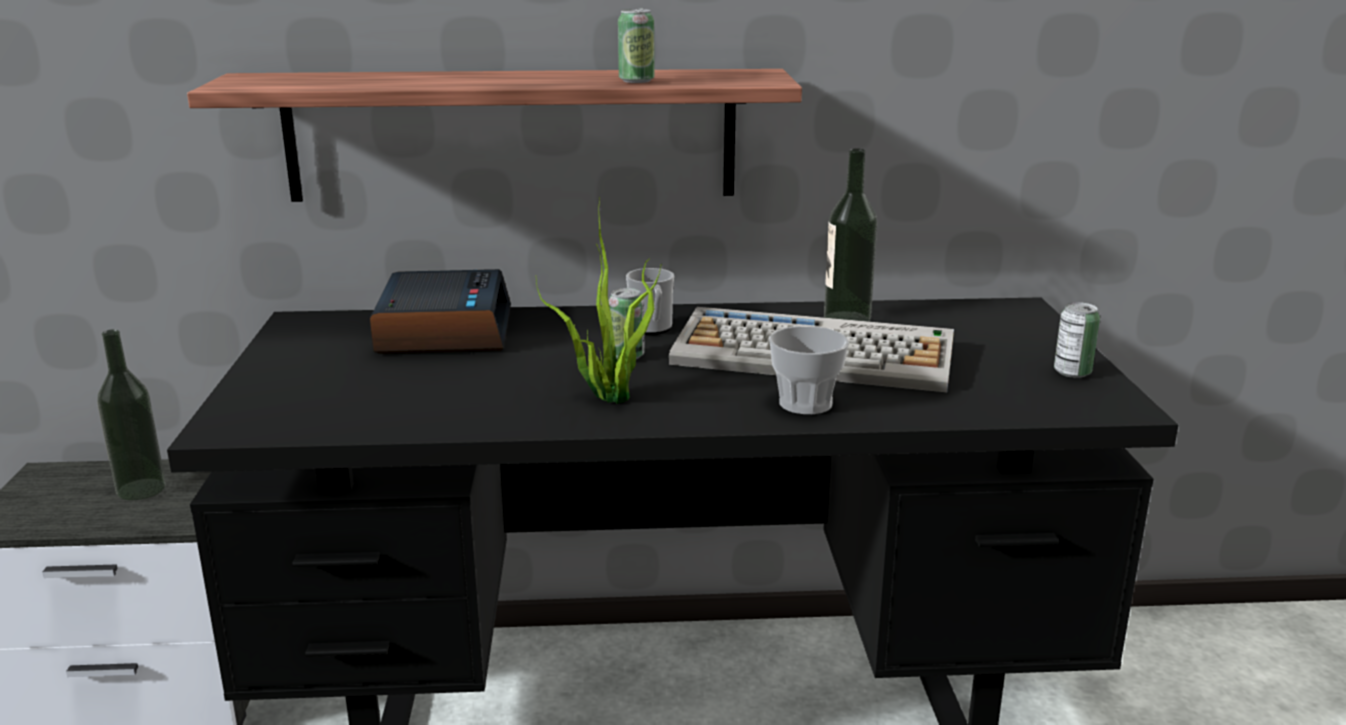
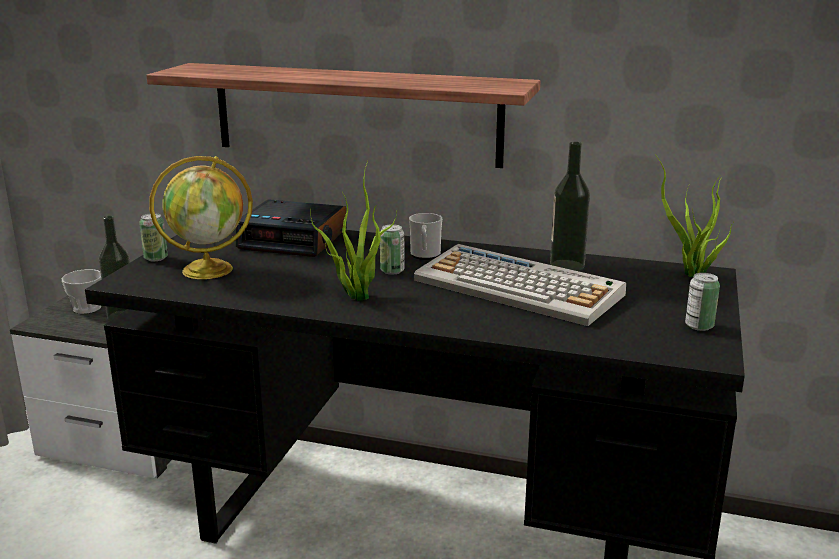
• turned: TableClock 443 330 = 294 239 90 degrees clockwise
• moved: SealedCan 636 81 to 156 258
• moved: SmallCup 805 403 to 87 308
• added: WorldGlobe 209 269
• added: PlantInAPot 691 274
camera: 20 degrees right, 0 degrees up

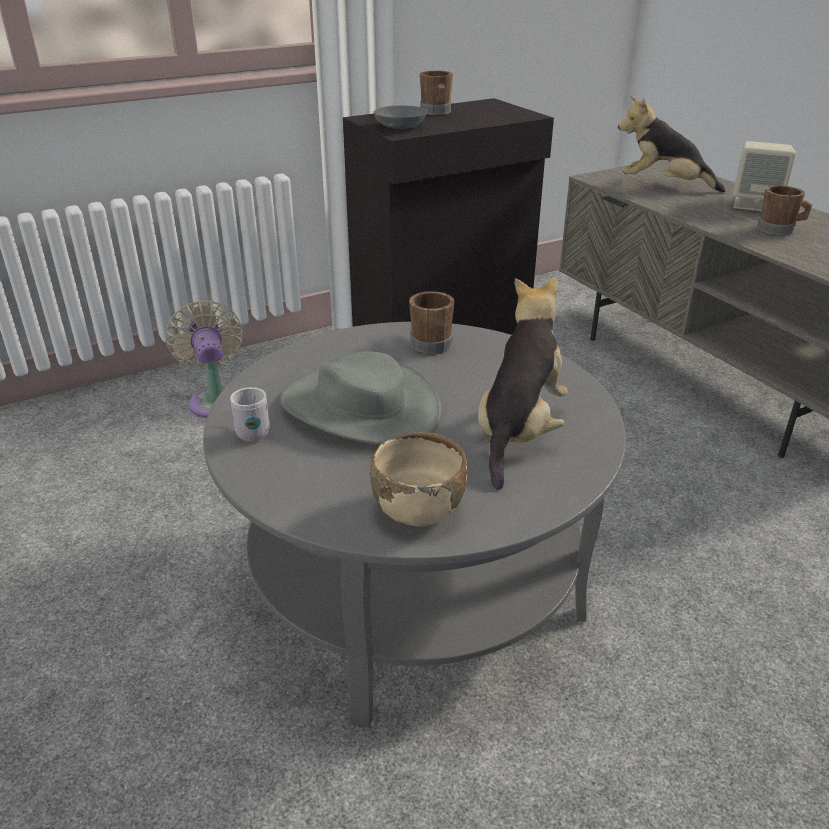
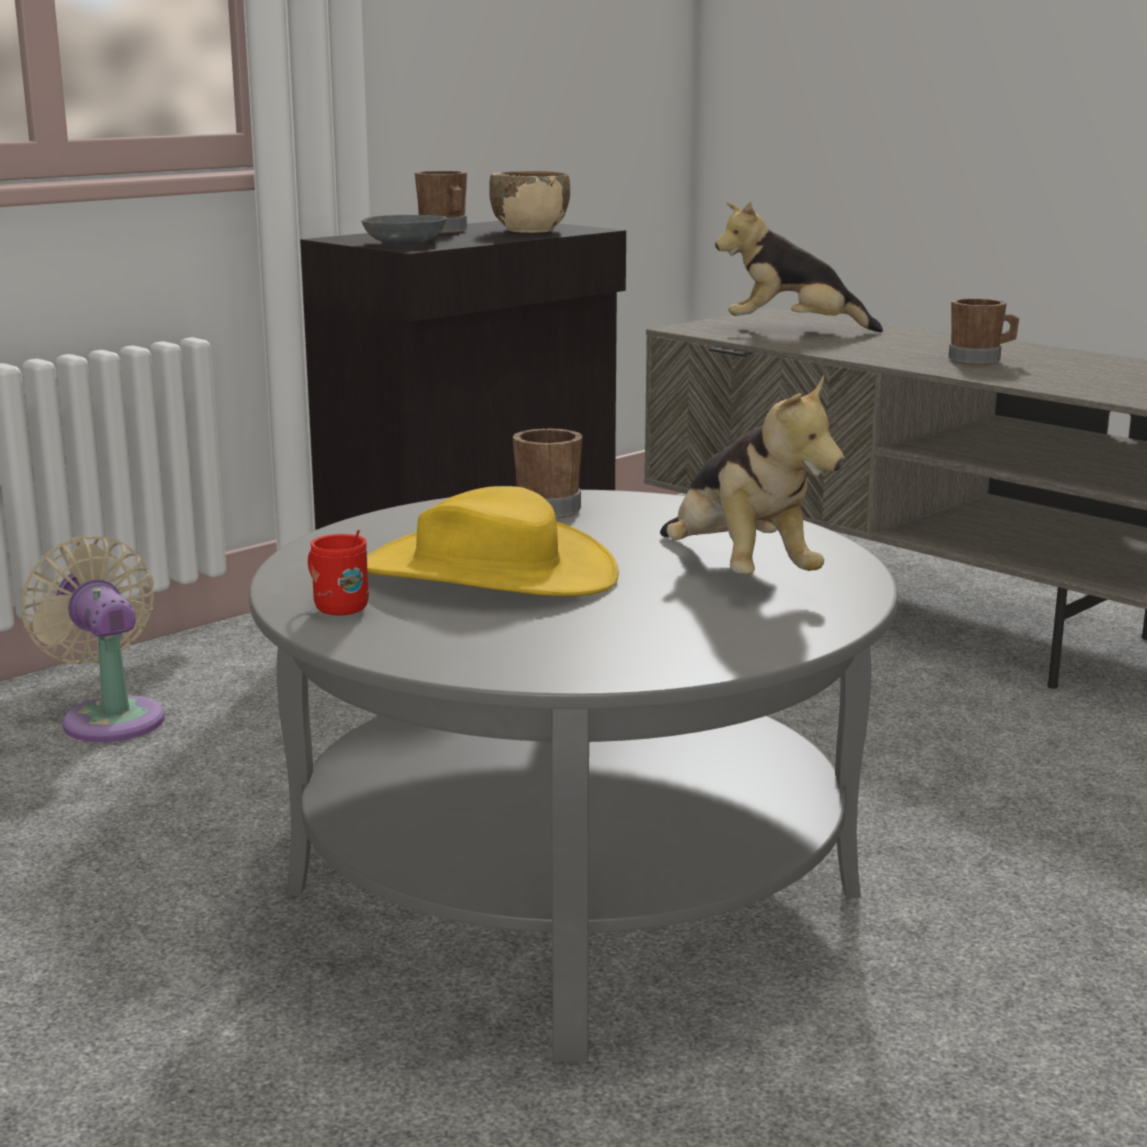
• recoloured: WhiteColouredMug 251 431 to RedColouredMug 336 608
• recoloured: GreyClothingHat 360 407 to YellowClothingHat 488 572
• moved: BeigeColouredBowl 418 509 to 529 230
• turned: SoftToy 519 431 = 738 573 150 degrees clockwise
• removed: BeigeColouredSpeaker 755 205
camera: 15 degrees left, 15 degrees down

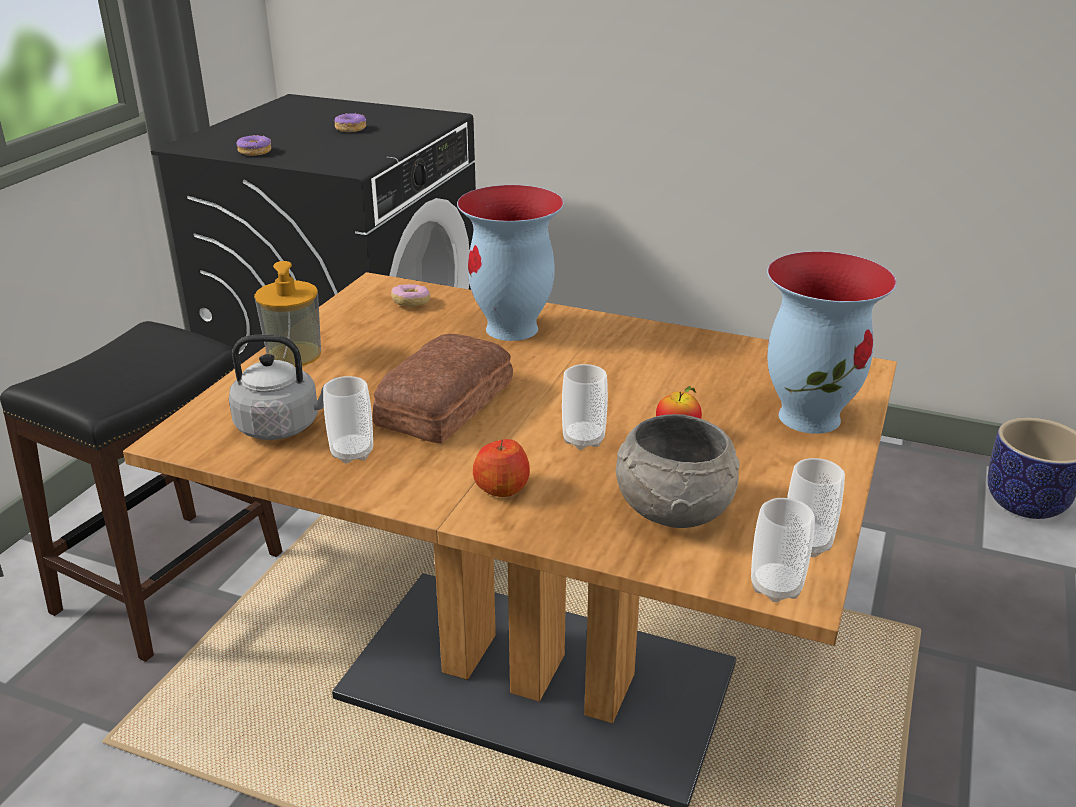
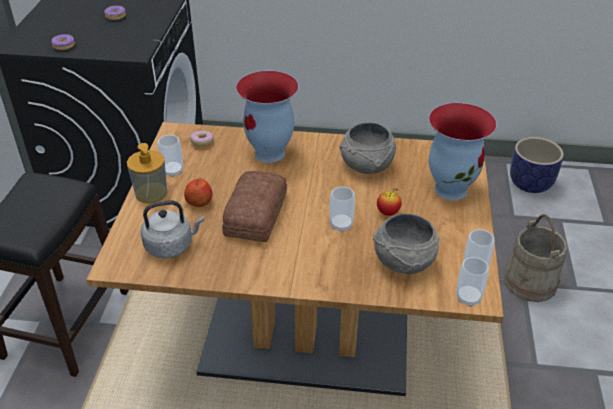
• moved: SmallCup 352 453 to 173 171
• moved: Apple 502 488 to 199 202
• added: GreyBowl 367 166
• added: BeigeColouredBucket 530 282
camera: 15 degrees left, 10 degrees up

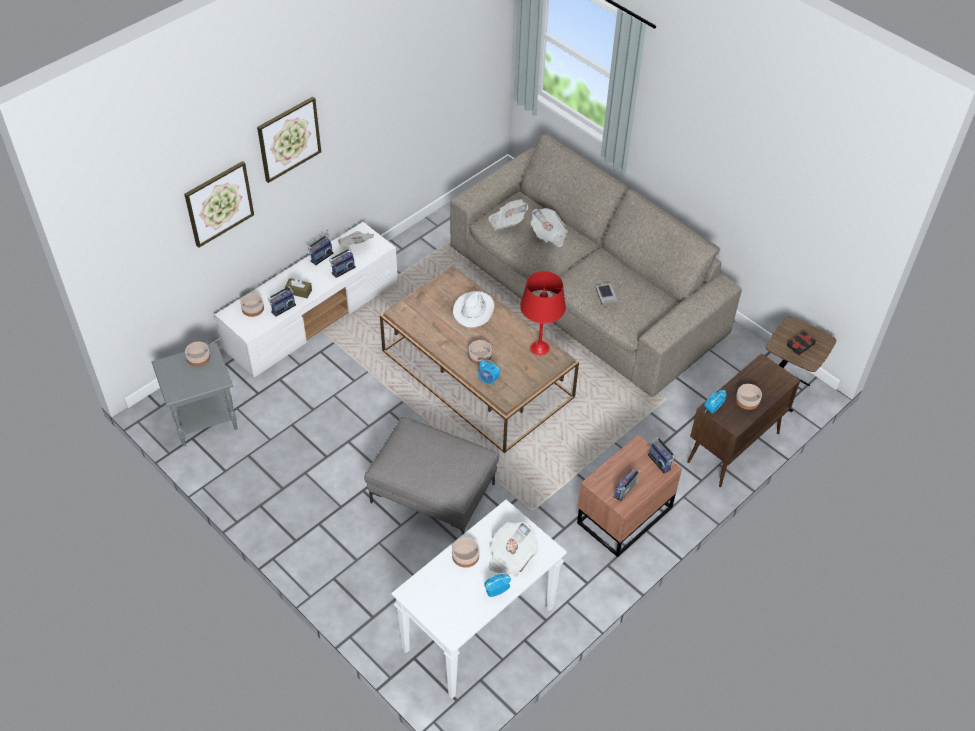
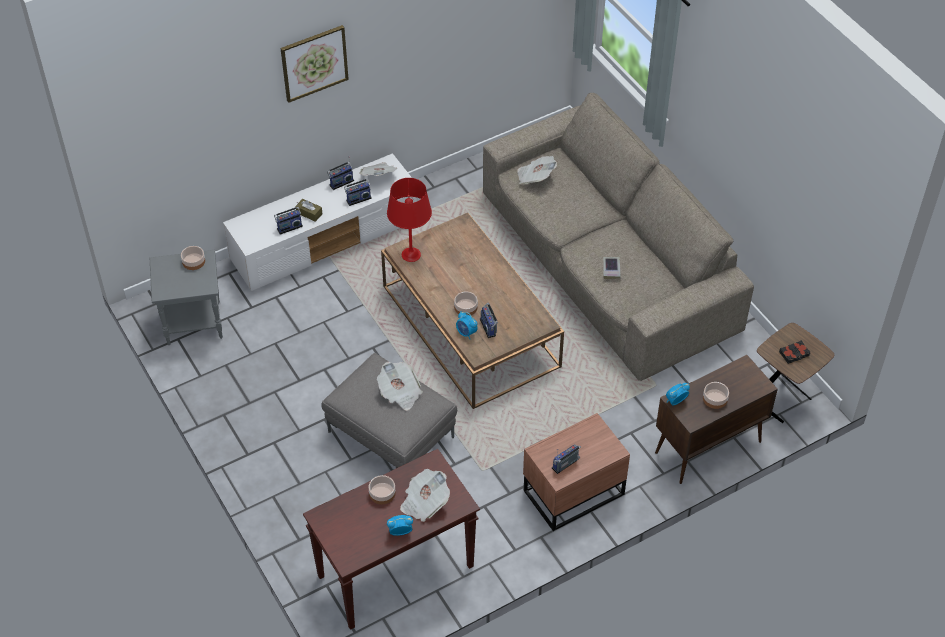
• removed: WallPicture 219 203
• removed: Bowl 252 308
• recoloured: WhiteColouredConsoleTable 478 631 to BrownishConsoleTable 395 573
• removed: WhiteColouredClothingHat 473 310
• moved: RedColouredTableLamp 539 347 to 411 254
• moved: Newspaper 549 235 to 400 393
• moved: Radio 660 461 to 489 327
camera: 15 degrees right, 0 degrees up

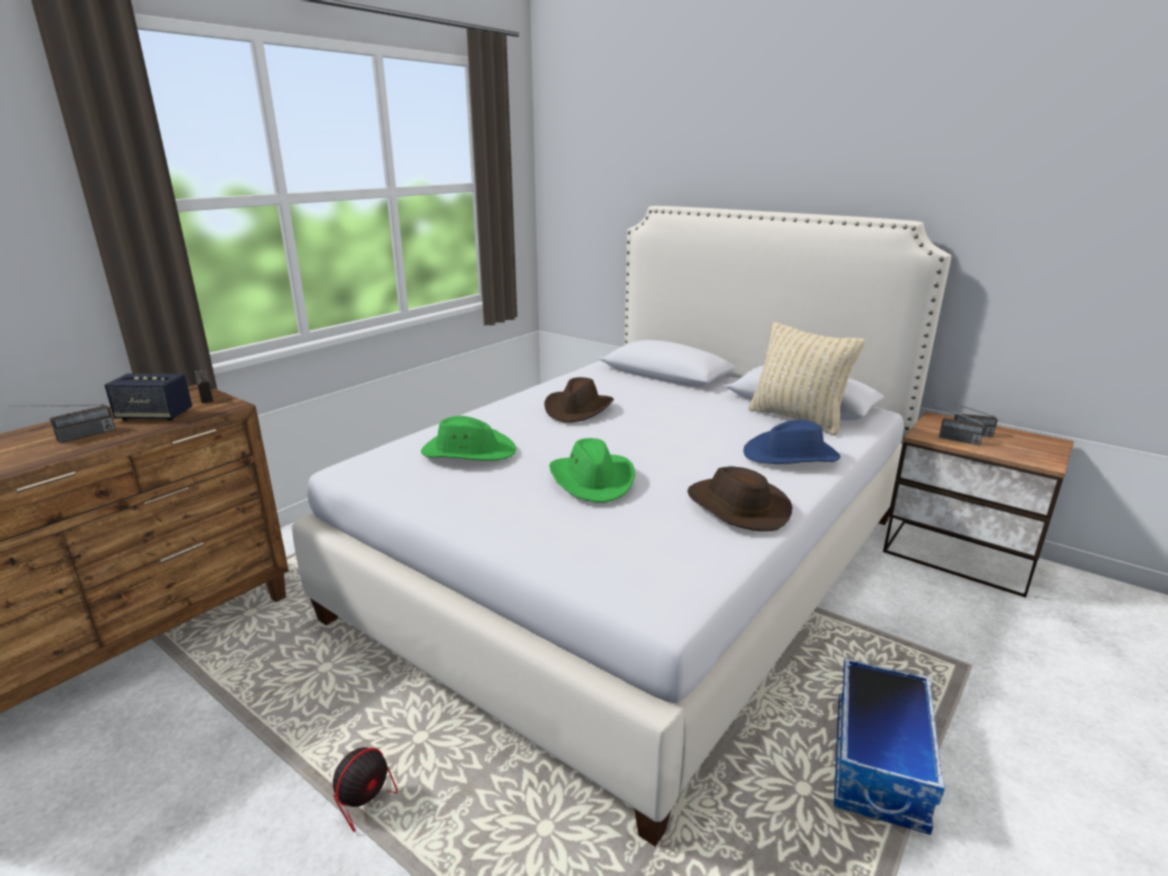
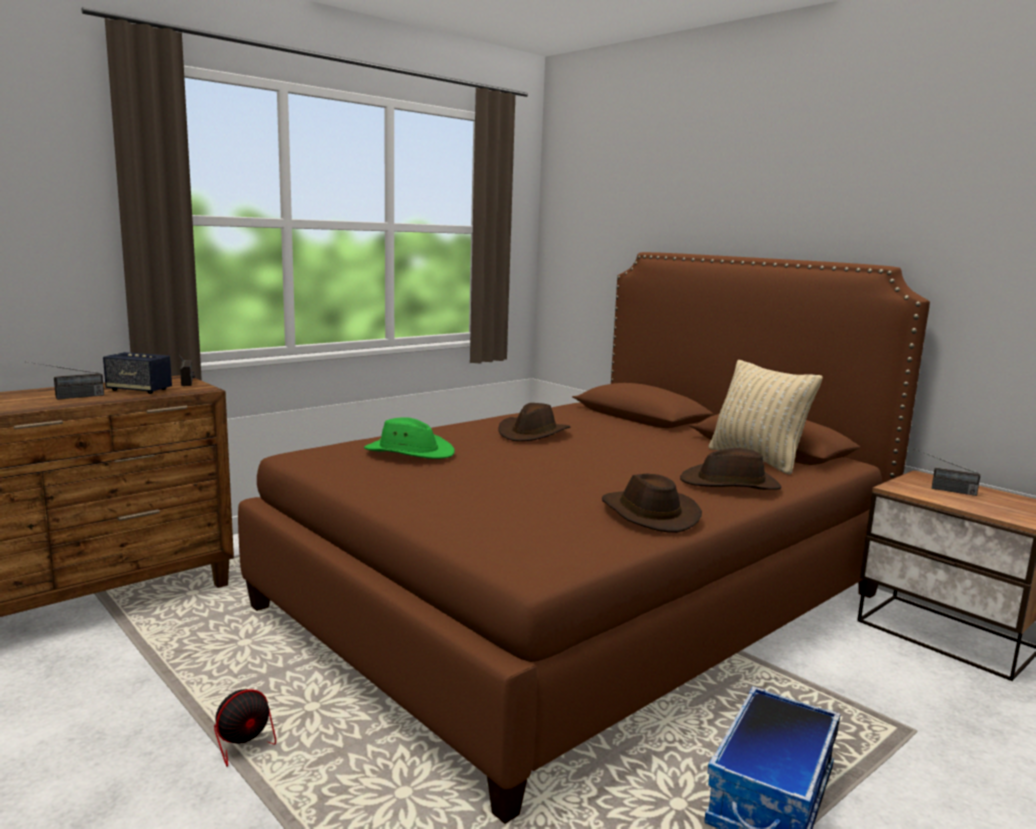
• recoloured: WhiteColouredBed 637 563 to BrownishBed 579 599
• removed: GreenishClothingHat 593 480
• recoloured: BlueClothingHat 791 455 to BrownishClothingHat 730 484
• removed: Radio 948 438
camera: 10 degrees right, 10 degrees down

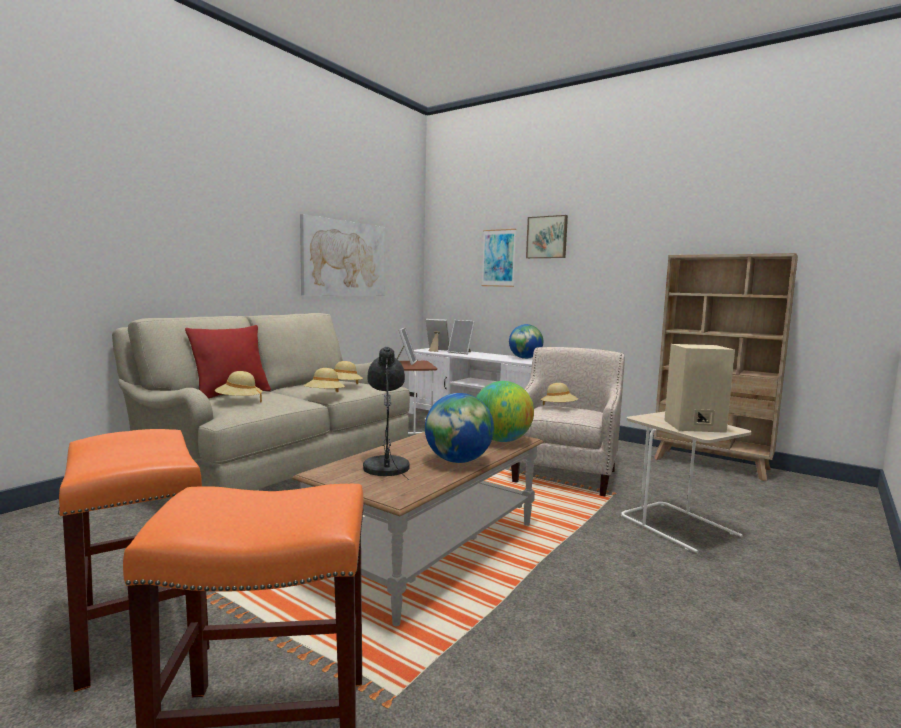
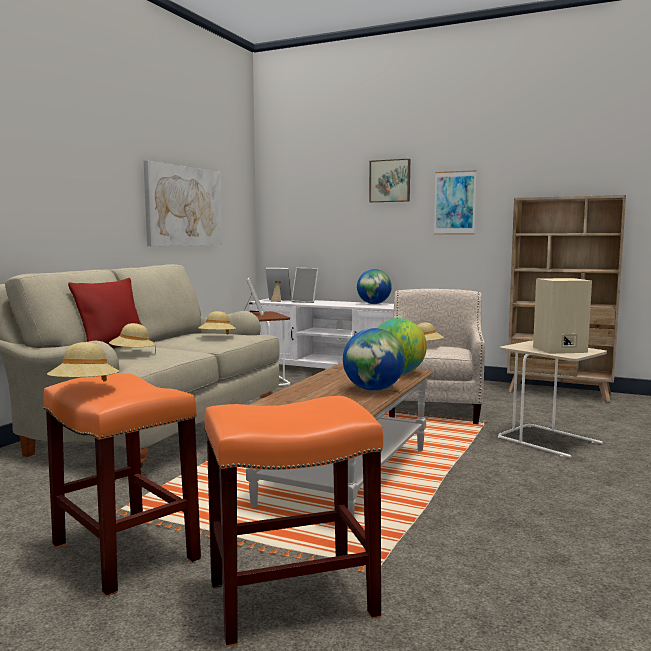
• moved: BeigeColouredClothingHat 324 396 to 85 389
• removed: GreyTableLamp 386 466
• moved: WallPicture 498 258 to 454 203
camera: 10 degrees left, 0 degrees up

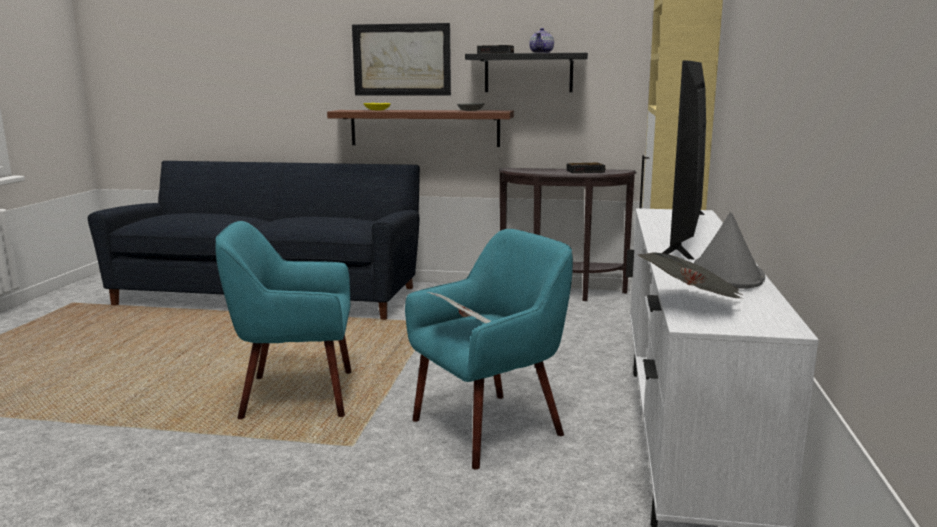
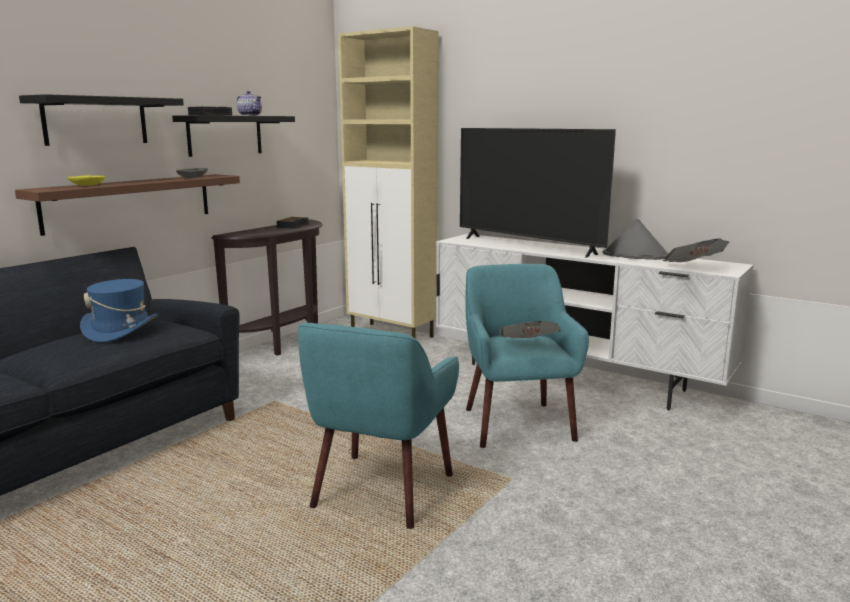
• replaced: WallPicture 402 60 to BlackWallShelf 96 121
• added: BlueClothingHat 121 330
camera: 65 degrees left, 0 degrees up

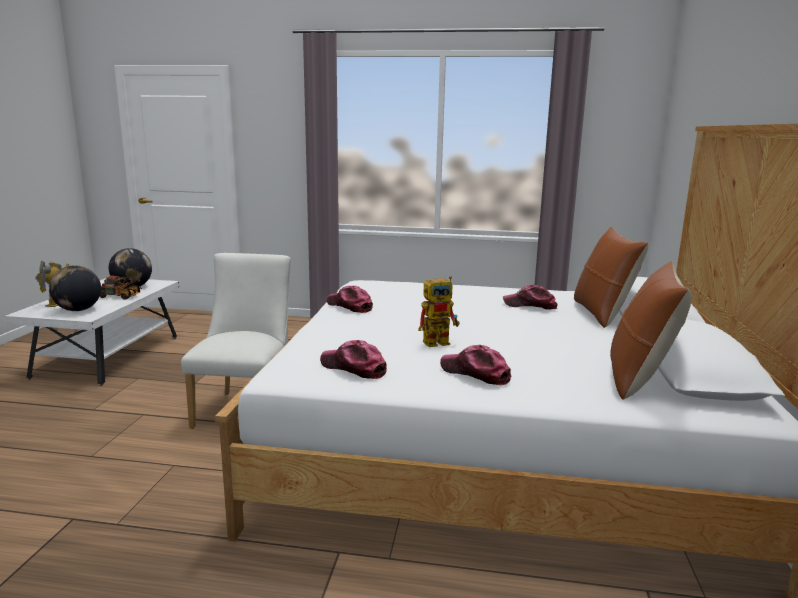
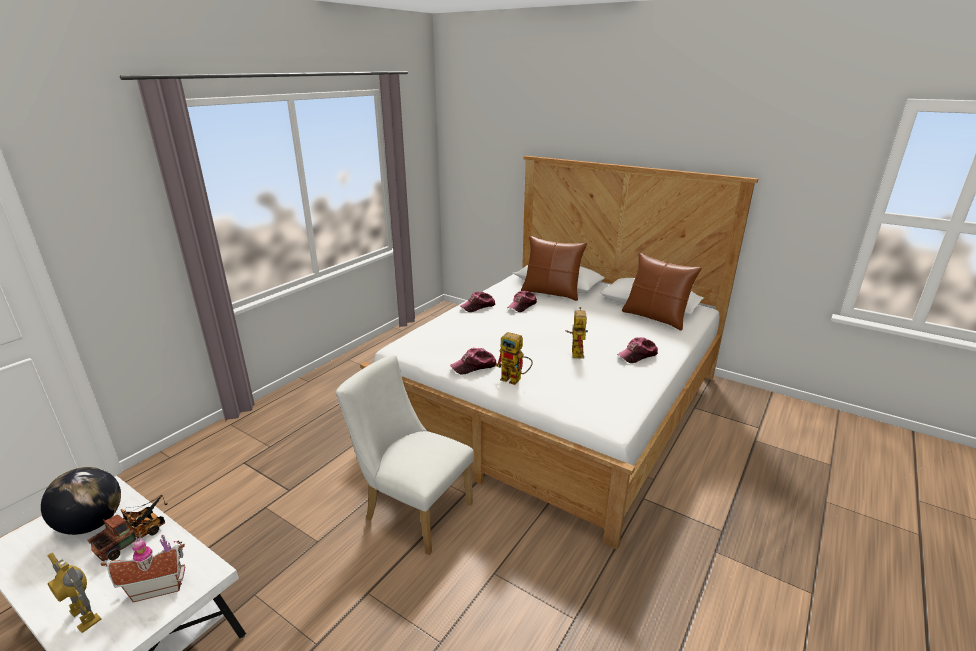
• replaced: WorldGlobe 78 310 to MiniatureHouse 158 586
• moved: Cap 353 368 to 478 306
• added: ToyRobot 515 380
camera: 65 degrees left, 10 degrees up

